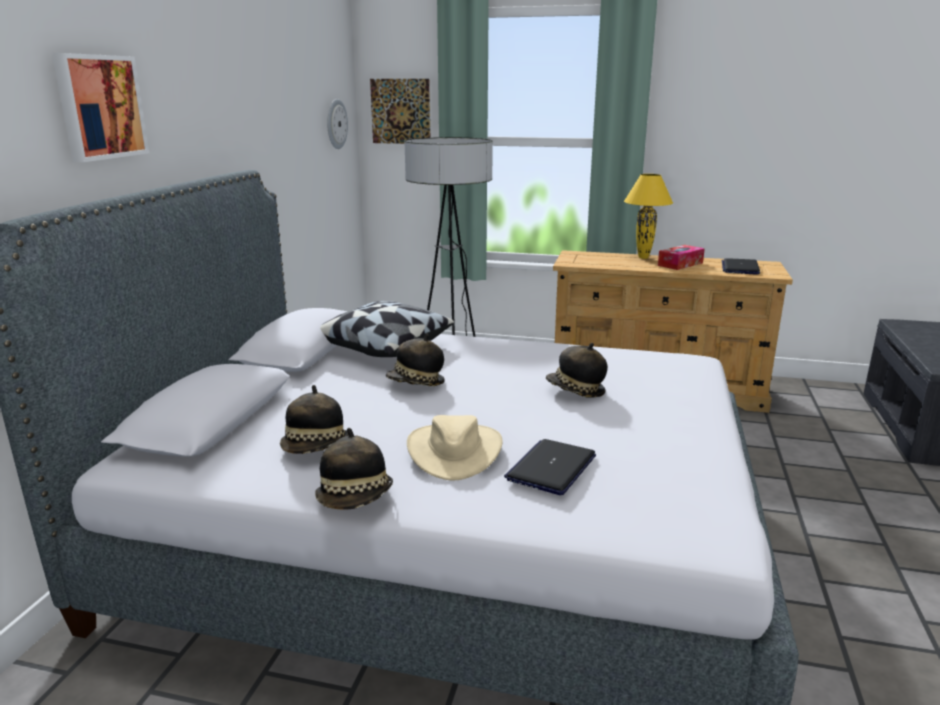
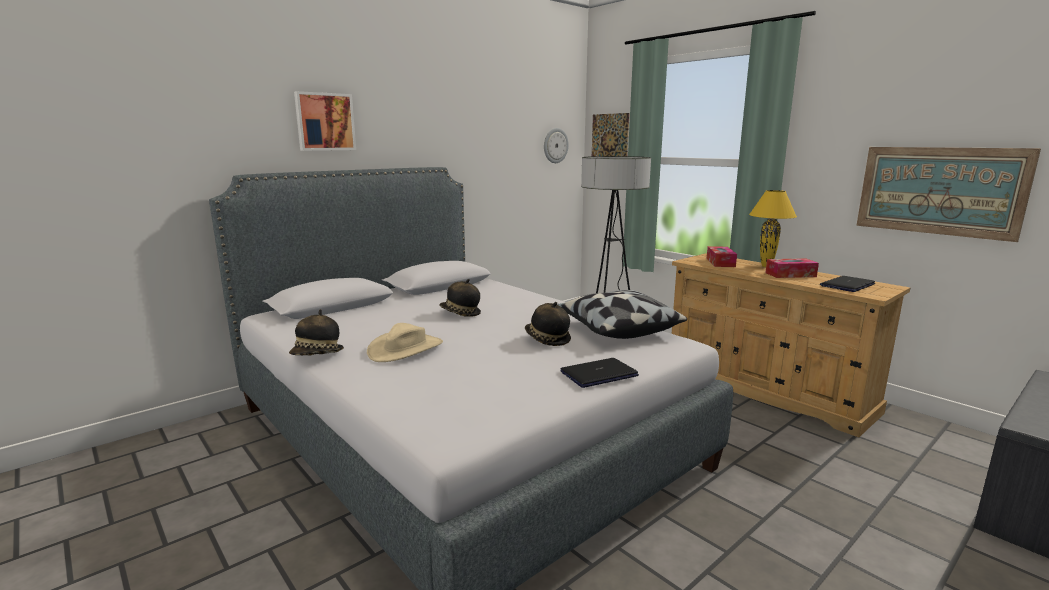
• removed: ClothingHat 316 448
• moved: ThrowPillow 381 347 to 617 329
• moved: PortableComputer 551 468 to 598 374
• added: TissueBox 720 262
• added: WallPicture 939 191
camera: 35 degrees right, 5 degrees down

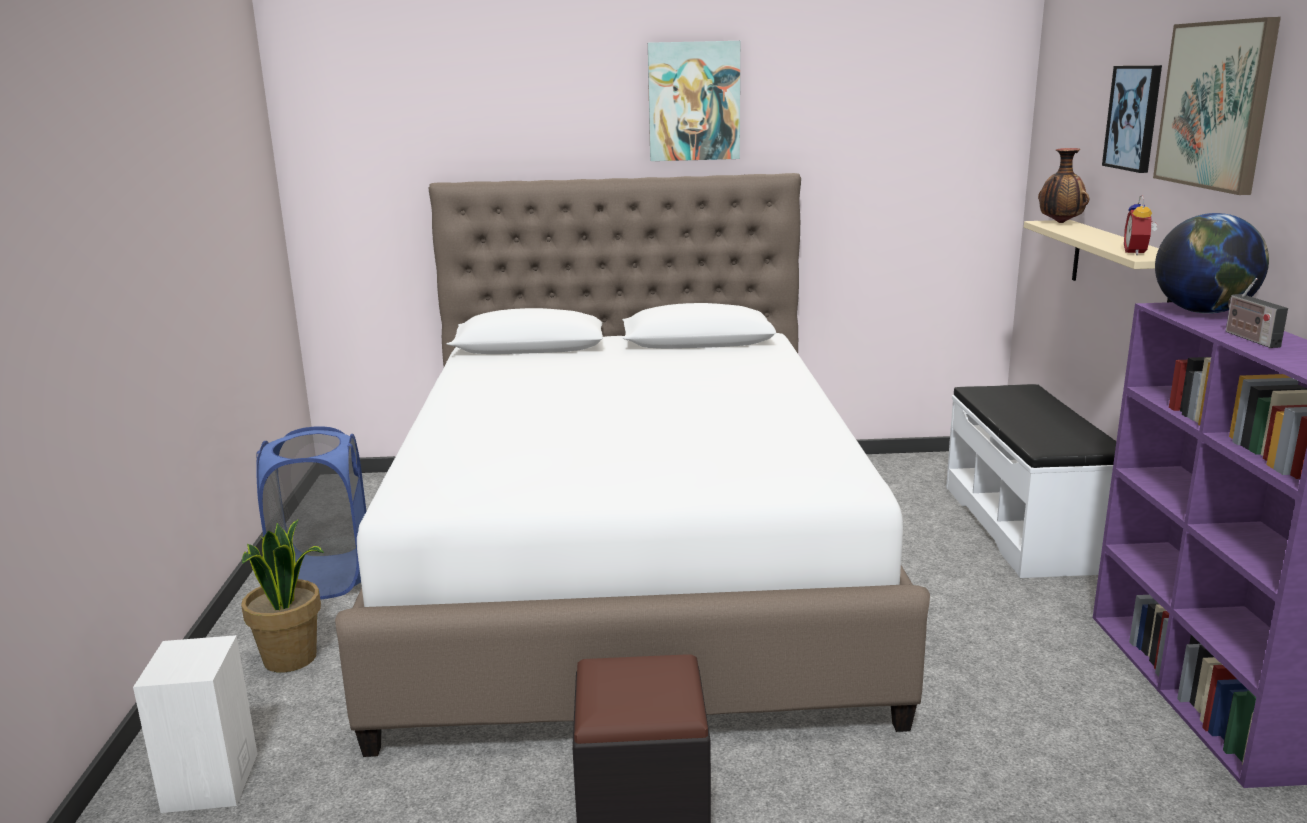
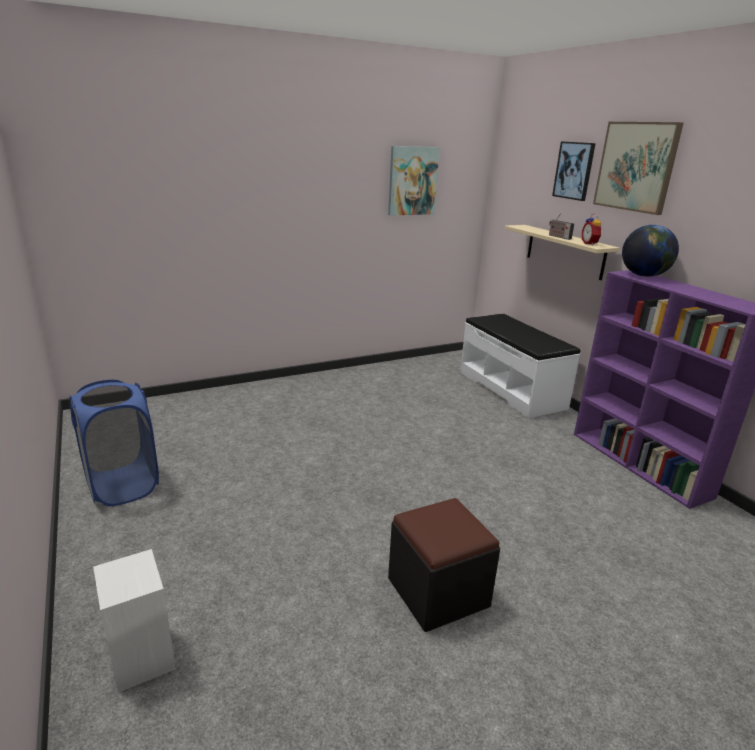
• removed: PlantInAPot 291 658
• removed: WhiteColouredBed 631 570
• moved: WallPicture 694 101 to 412 181
• removed: FlowerVase 1060 223
• moved: Radio 1248 338 to 558 237
camera: 25 degrees left, 5 degrees up

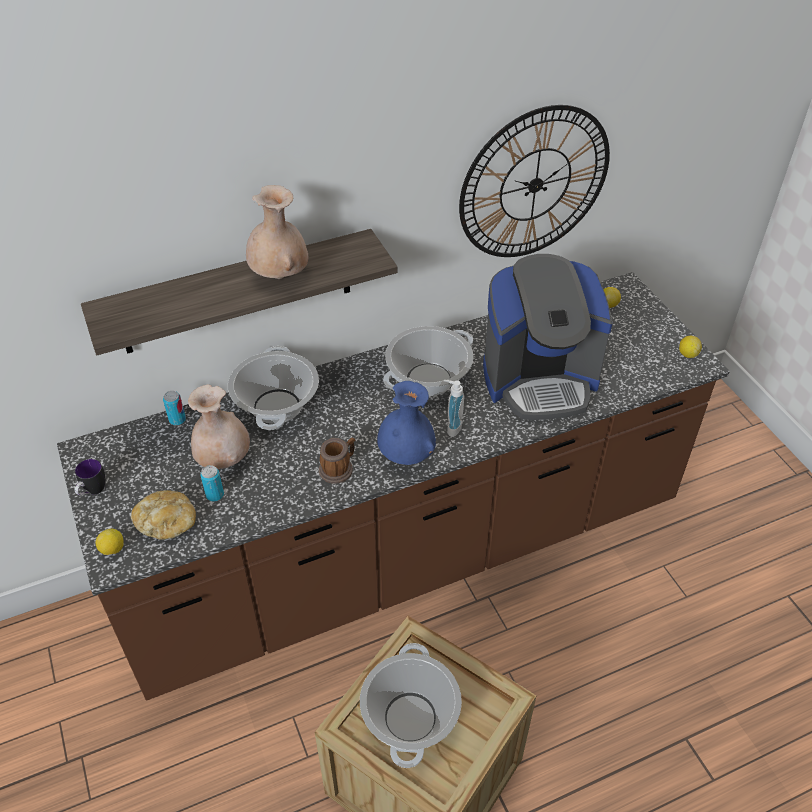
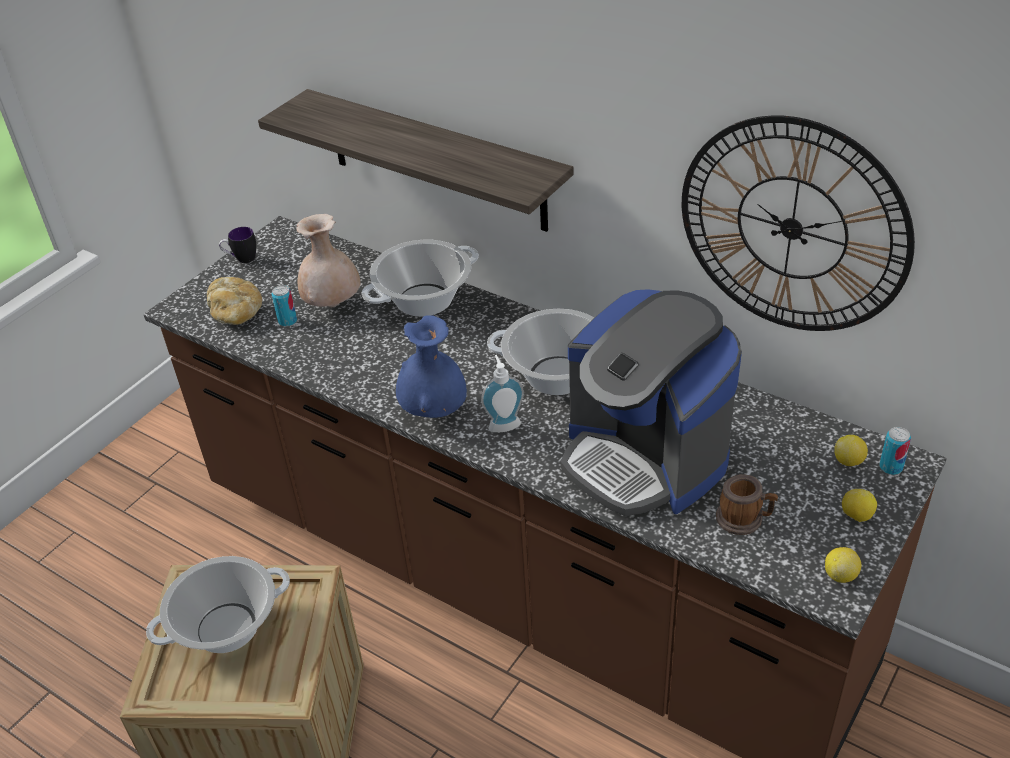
• moved: Lemon 112 549 to 856 516
• moved: SealedCan 177 420 to 891 467
• removed: BeigeColouredFlowerVase 280 276
• moved: Mug 339 468 to 744 519
camera: 60 degrees right, 5 degrees down

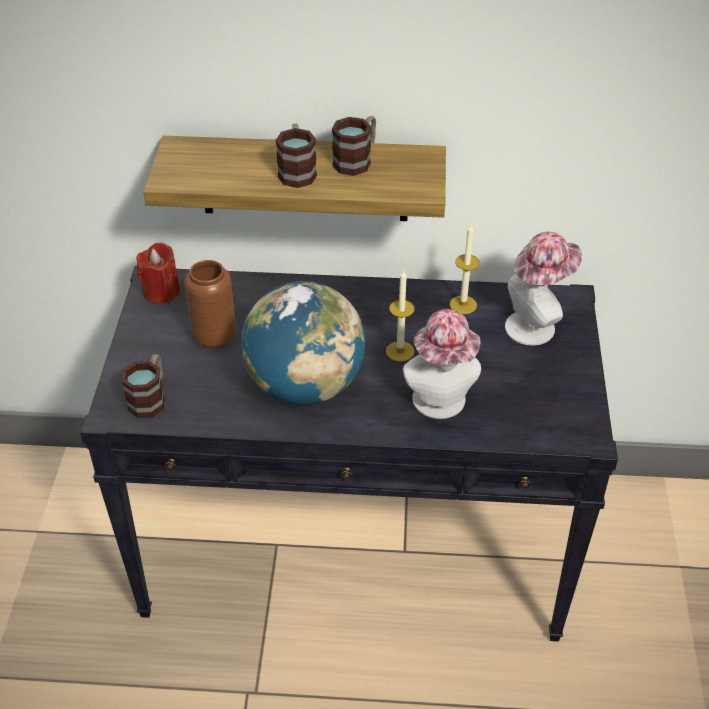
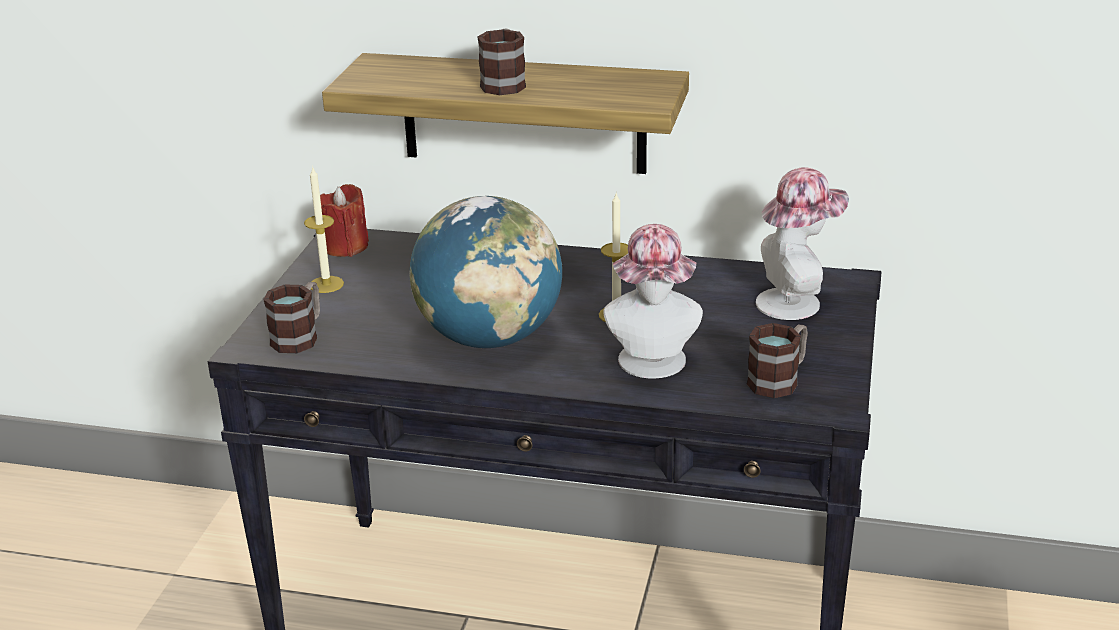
• removed: BrownishFlowerVase 214 337
• moved: Mug 357 160 to 779 380
• moved: WaxCandle 463 305 to 326 284
camera: 10 degrees right, 15 degrees down

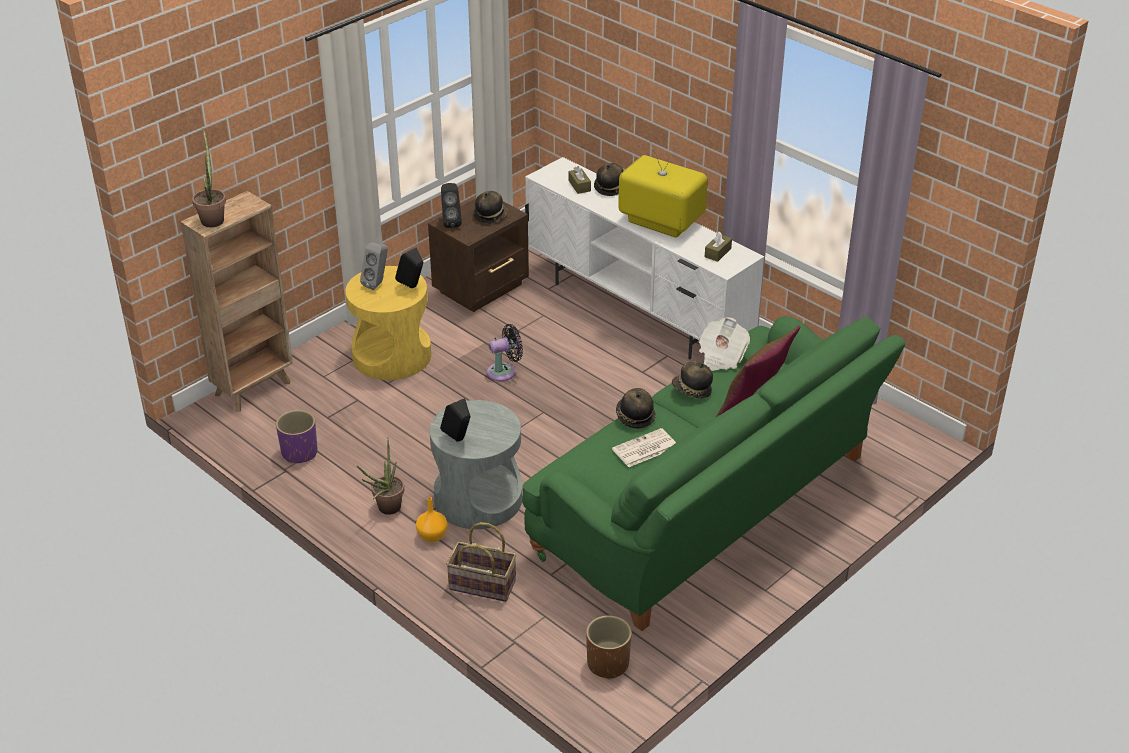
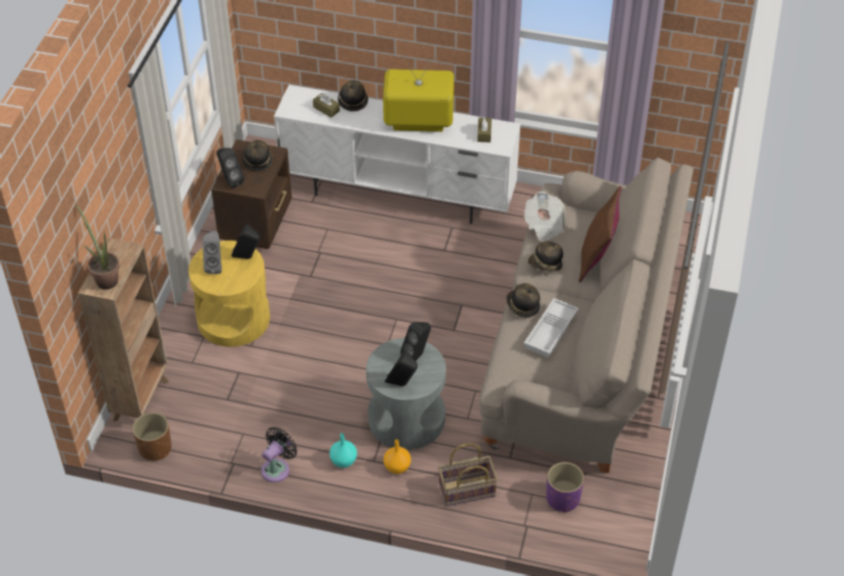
• moved: PurpleColouredFlowerPot 299 453 to 562 498
• replaced: PlantInAPot 386 510 to BlueGreenFlowerVase 343 461
• moved: BlackFan 504 371 to 277 468
• recoloured: GreenishCouch 709 510 to BeigeColouredCouch 581 351
• moved: BrownishFlowerPot 608 664 to 155 448
• replaced: Newspaper 644 449 to WhiteColouredCarryingTray 551 332
• added: BlackSpeaker 417 355
camera: 30 degrees left, 10 degrees up

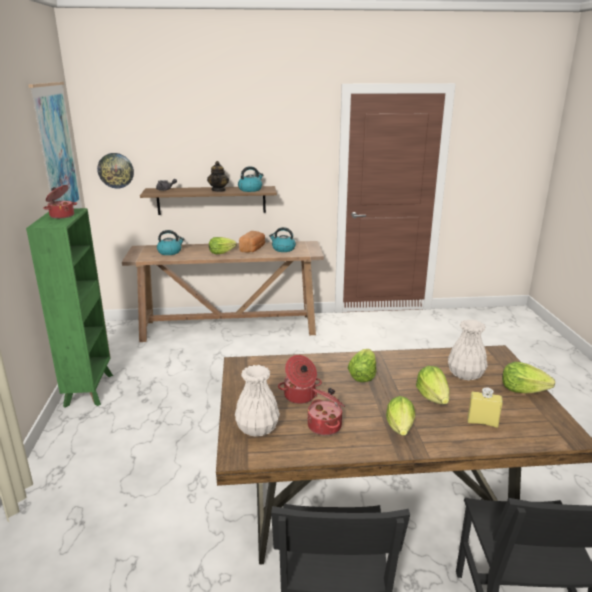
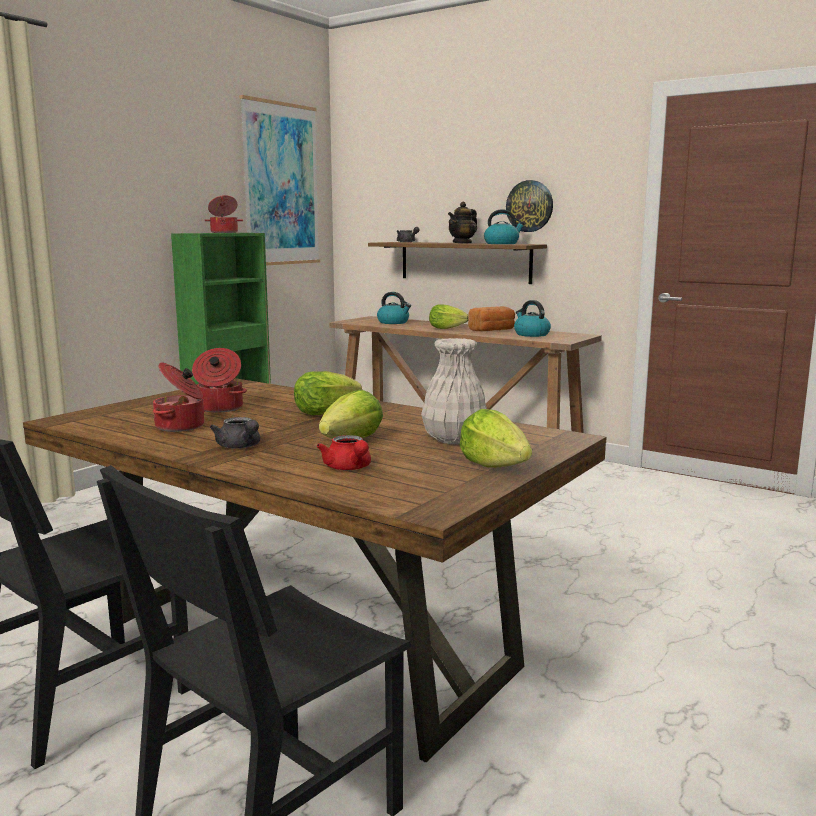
• moved: WallClock 116 170 to 529 206
• removed: WhiteColouredFlowerVase 257 429
• replaced: HeadOfLettuce 400 429 to GreyTeaPot 240 447
• replaced: YellowBottle 482 422 to RedColouredTeaPot 349 468
camera: 40 degrees right, 10 degrees down

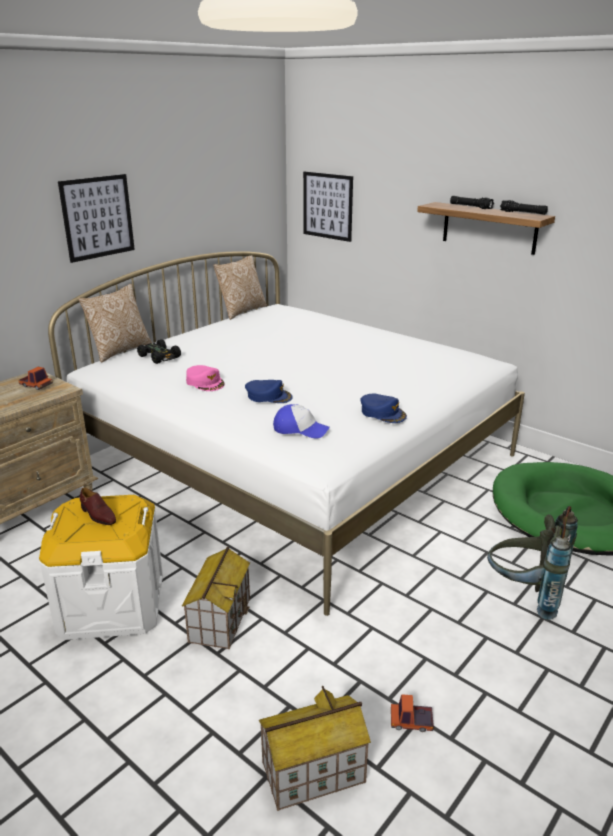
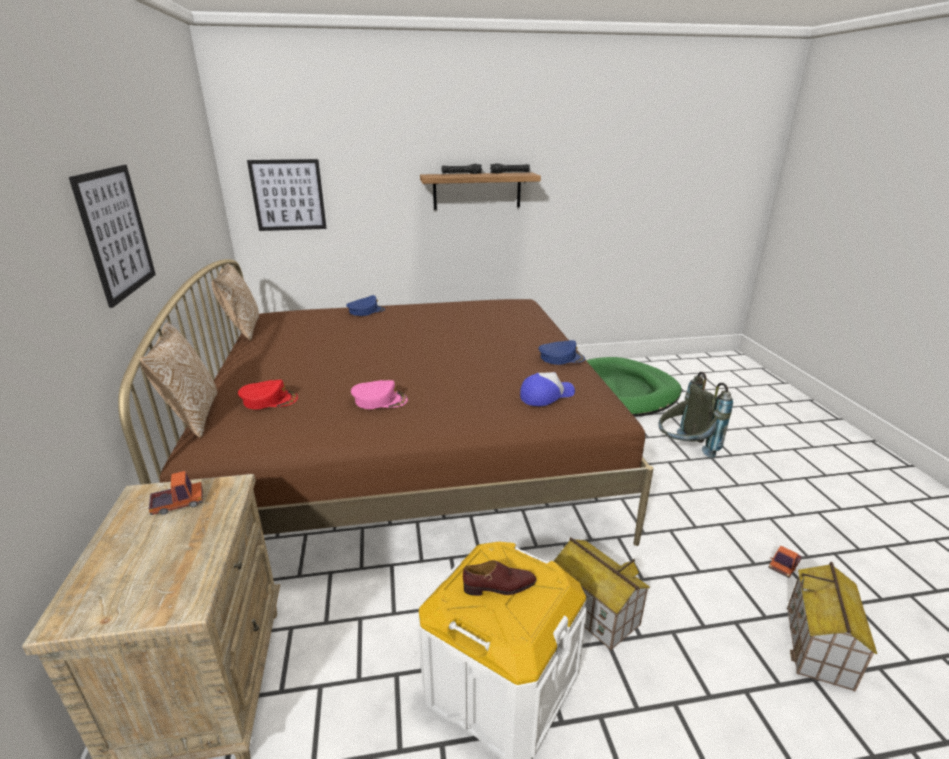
• recoloured: WhiteColouredBed 295 460 to BrownishBed 410 453
• replaced: BlackToyCar 160 357 to RedColouredCap 269 400
• moved: BlueCap 269 396 to 366 311
camera: 50 degrees left, 0 degrees up

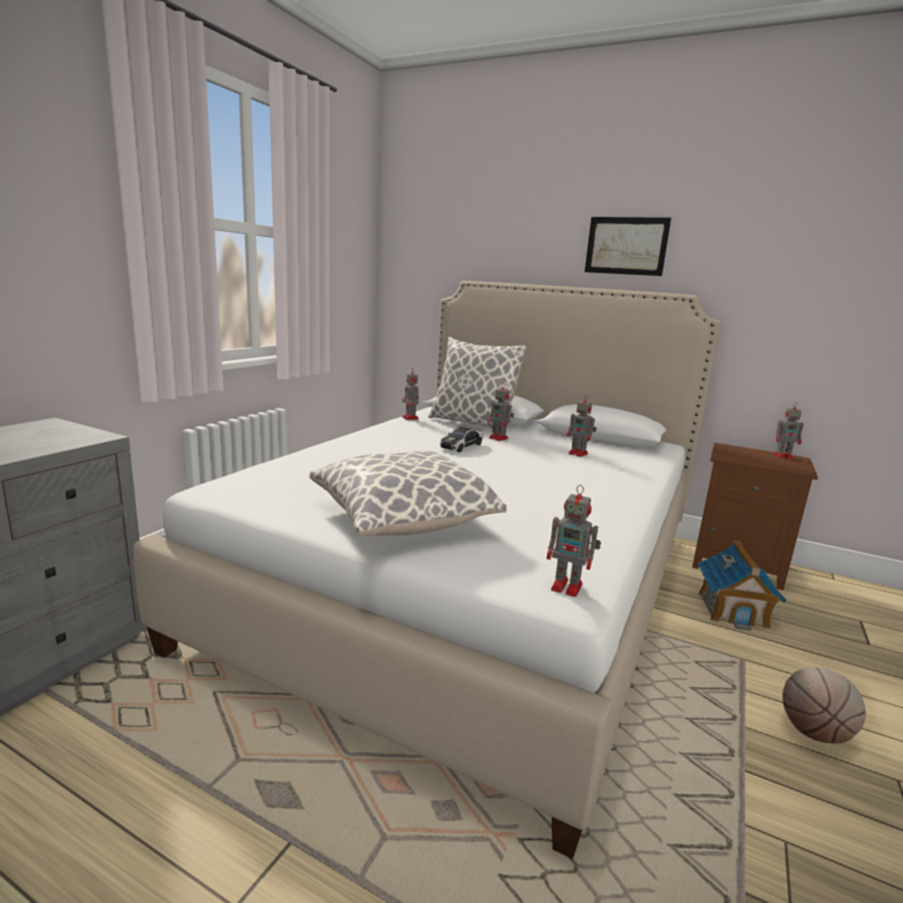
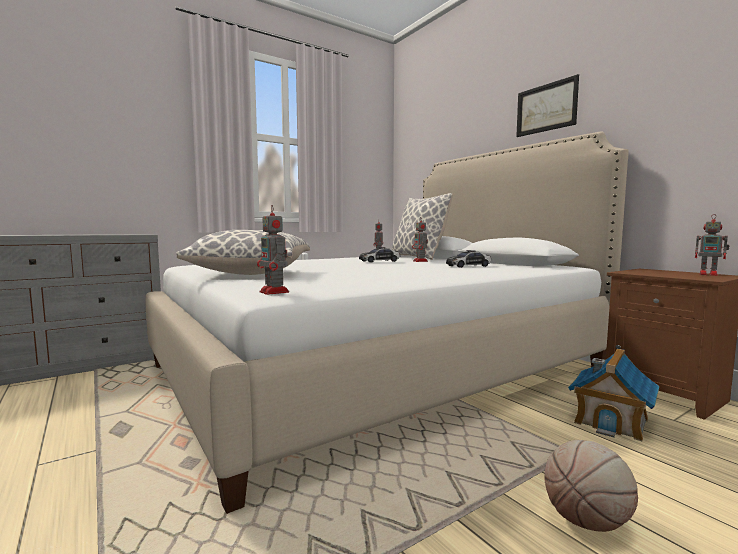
• replaced: ToyRobot 579 454 to ToyCar 468 266
camera: 30 degrees right, 10 degrees down

